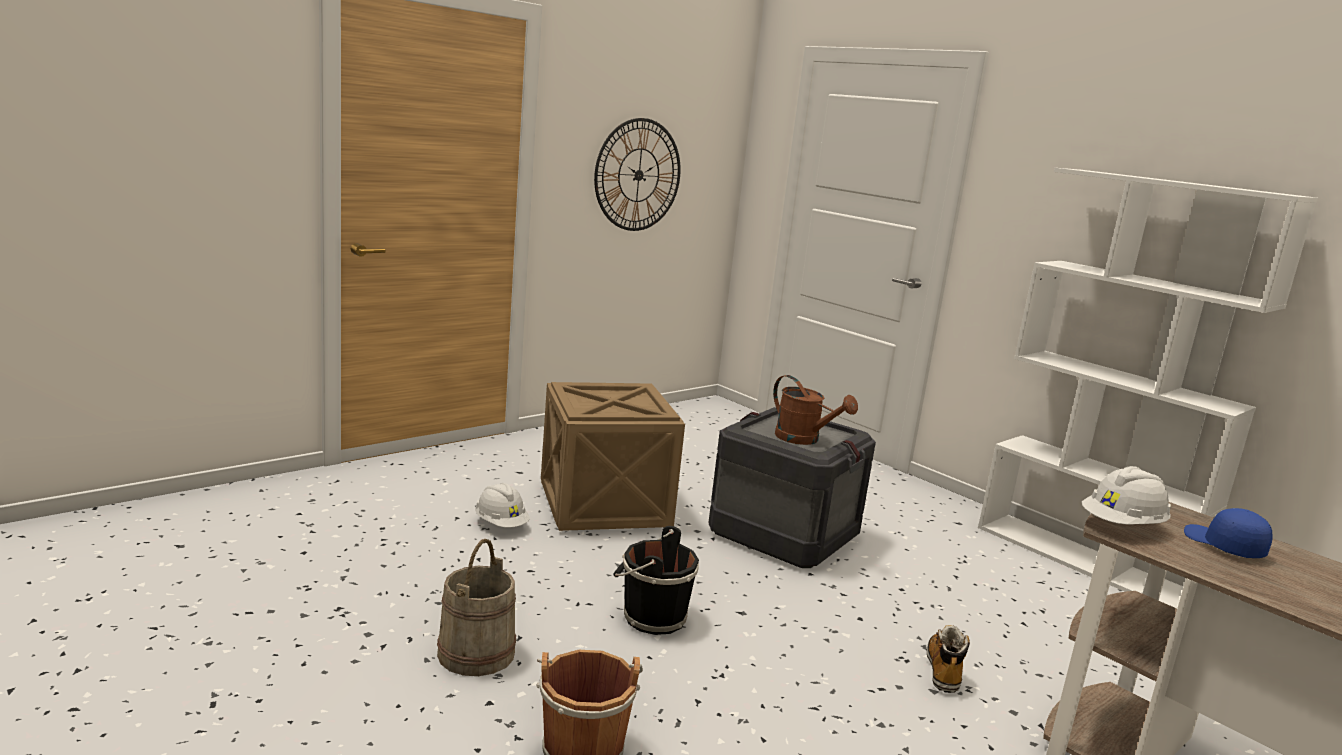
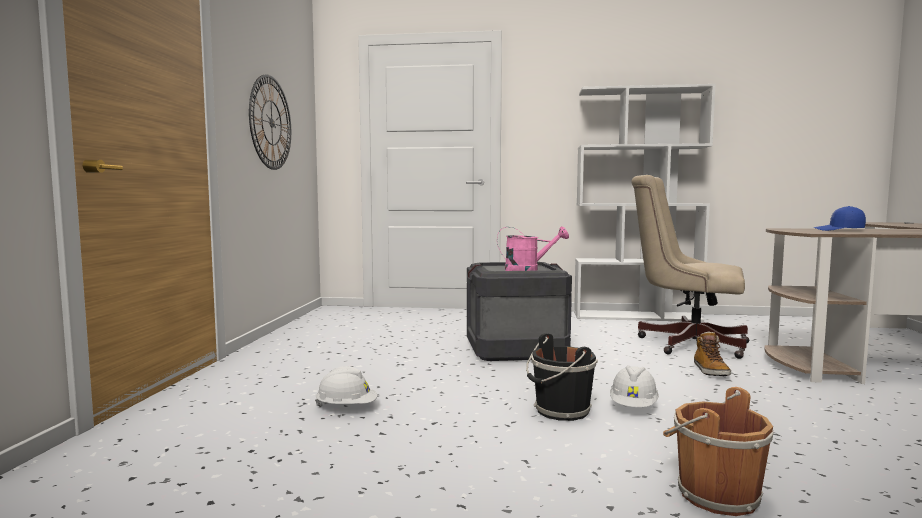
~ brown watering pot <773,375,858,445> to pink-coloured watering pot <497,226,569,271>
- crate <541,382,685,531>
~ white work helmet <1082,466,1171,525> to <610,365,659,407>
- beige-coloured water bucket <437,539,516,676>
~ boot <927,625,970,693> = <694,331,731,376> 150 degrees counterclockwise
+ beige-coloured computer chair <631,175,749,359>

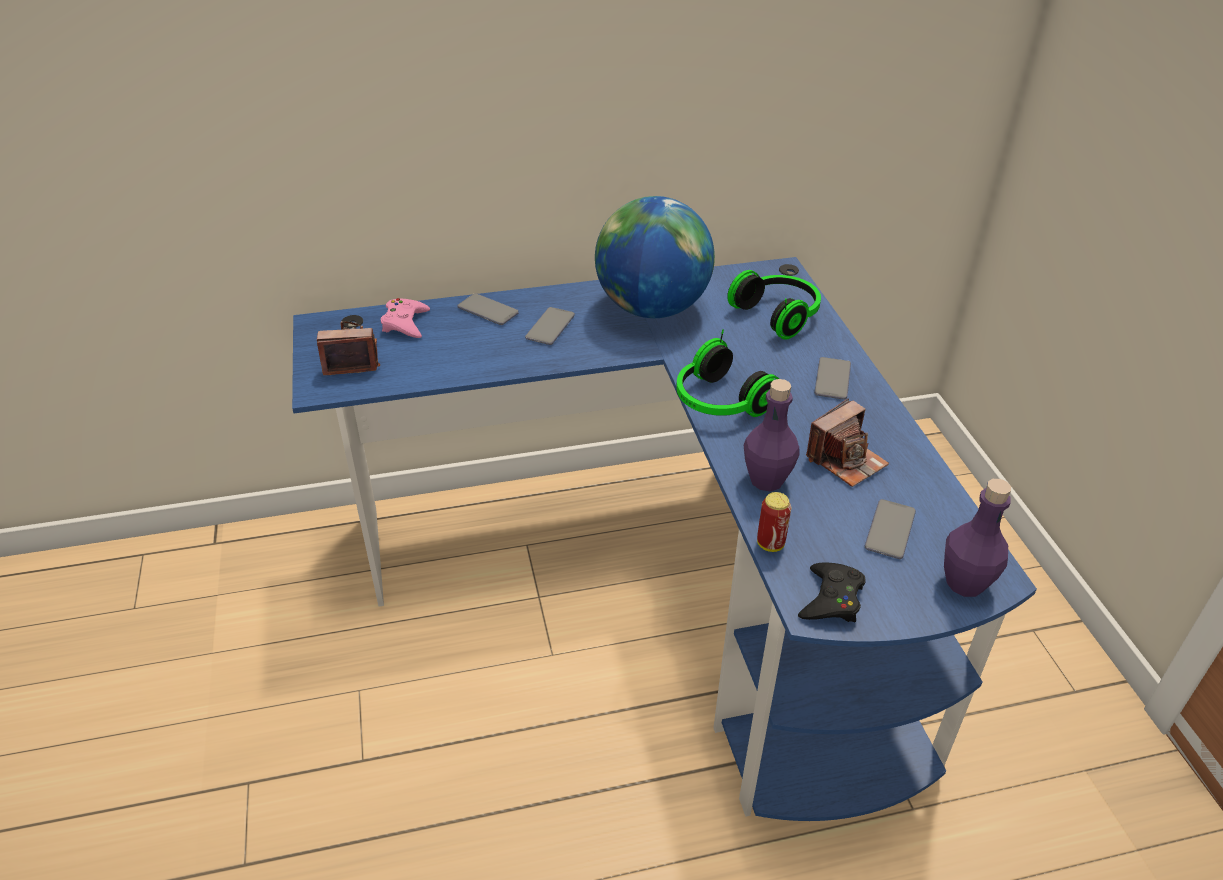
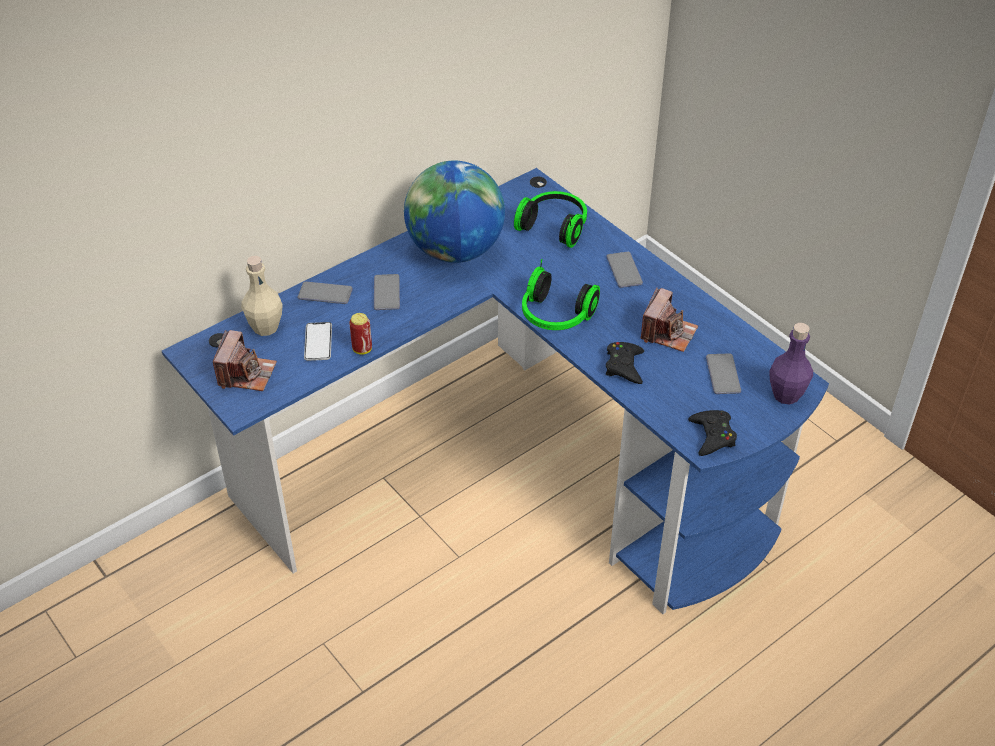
~ pink-coloured game controller <381,298,430,338> to beige-coloured drink bottle <241,256,283,336>
~ photo camera <317,321,380,375> = <213,330,277,391> 135 degrees clockwise
~ purple-coloured drink bottle <744,379,800,491> to black-coloured game controller <606,342,644,384>
~ metal can <757,492,791,552> to <349,313,372,355>
+ telephone <304,322,332,361>

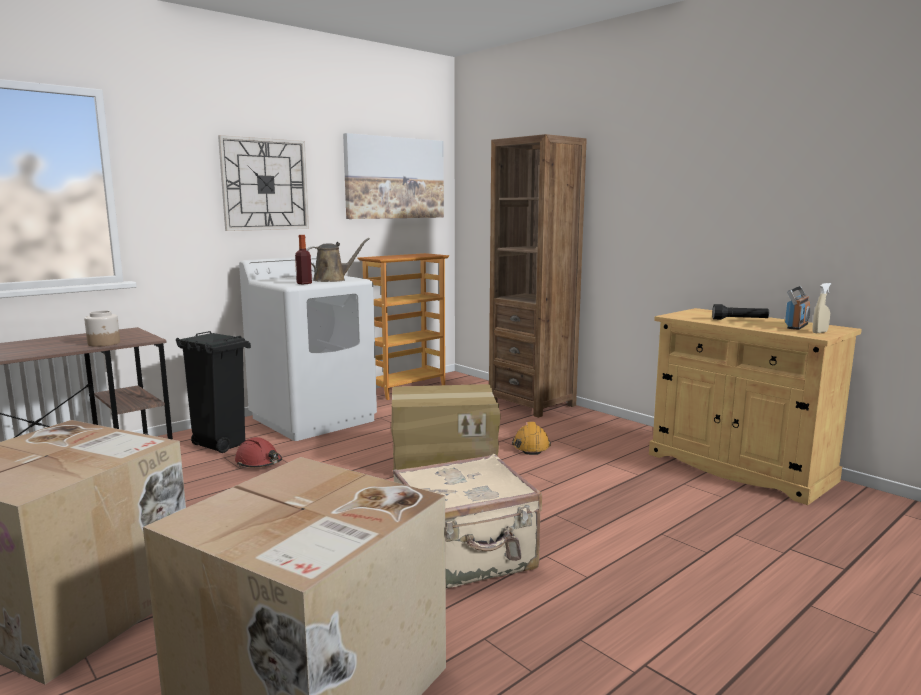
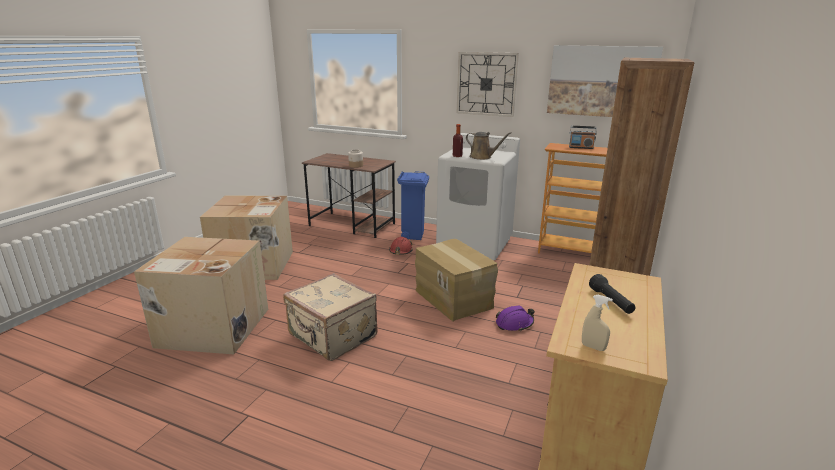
~ radio receiver <785,286,810,330> to <569,126,597,149>
~ black-coloured waste bin <176,331,251,453> to blue waste bin <397,171,429,240>
~ orangey work helmet <512,422,551,455> to purple-coloured work helmet <496,305,535,332>

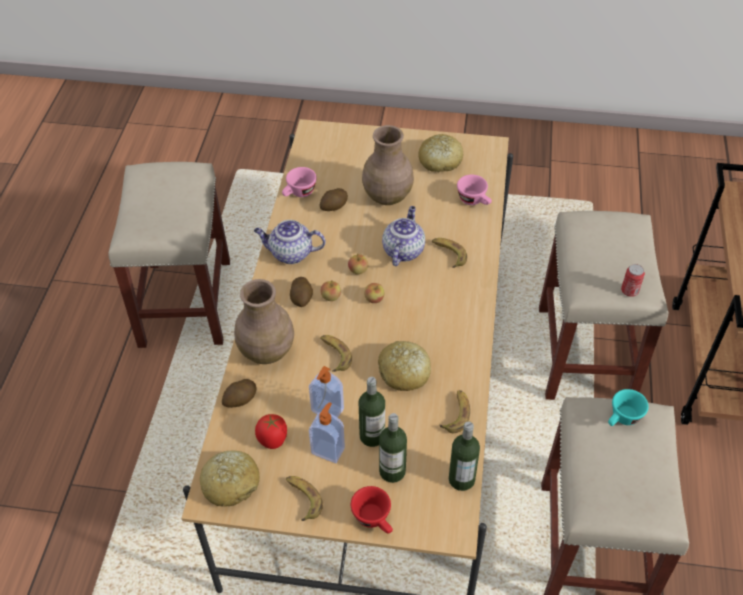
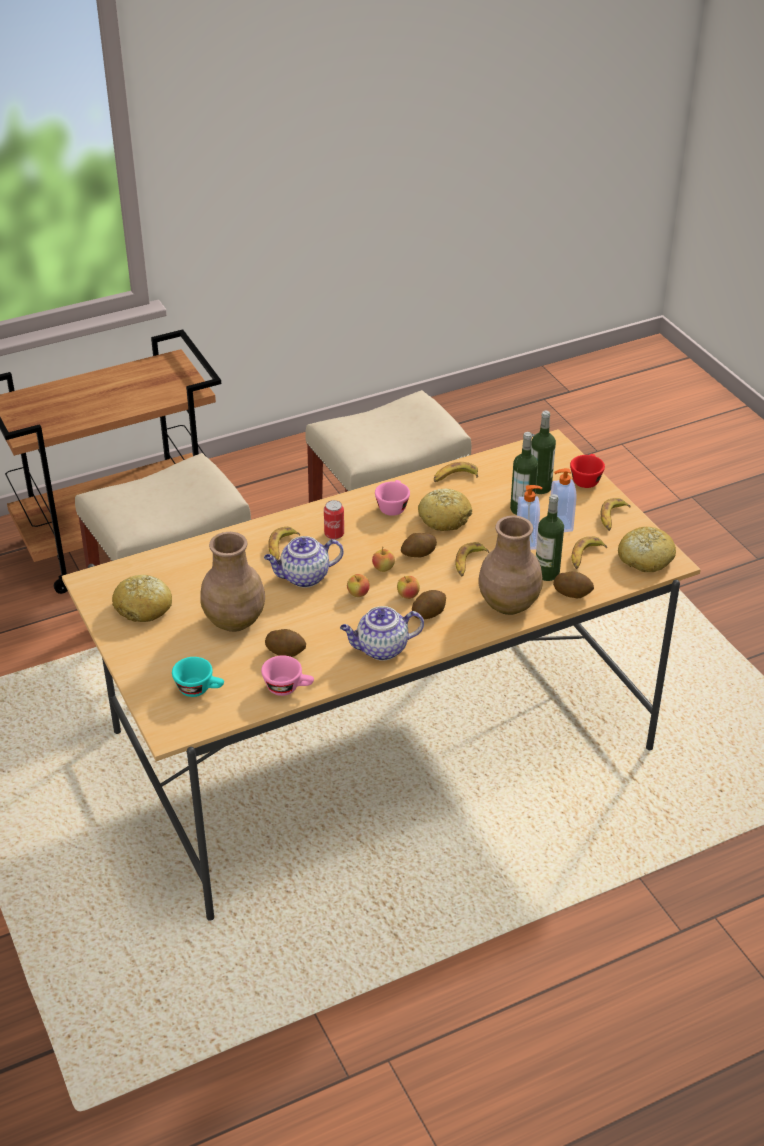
- beige-coloured sitting stool <108,162,230,348>
~ pink-coloured small cup <457,175,492,205> to <375,480,410,516>
~ tea pot <254,220,325,264> = <340,606,424,661> 105 degrees clockwise
~ metal can <621,264,645,297> to <324,500,344,539>
~ turquoise-coloured small cup <608,389,649,426> to <172,657,224,697>
~ tomato <255,414,287,449> to whole banana <572,537,607,569>
~ drink bottle <449,421,480,491> to <536,494,564,581>
+ whole potato <401,533,437,558>

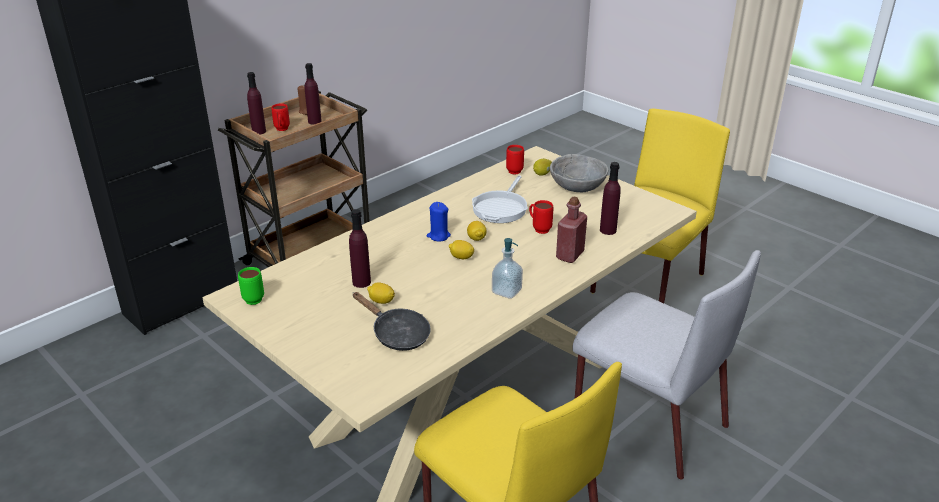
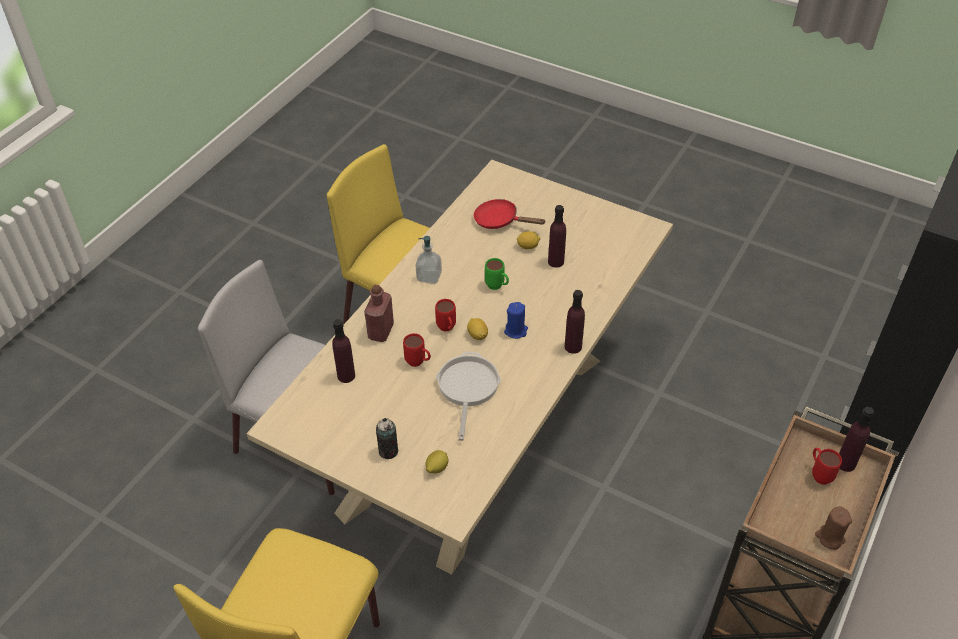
~ purple-coloured drink bottle <305,63,322,125> to <565,290,585,354>
~ reddish tea mug <506,145,524,175> to <435,299,456,332>
~ grey serving bowl <550,154,608,192> to metal can <376,418,398,459>
- lemon <449,240,474,259>
~ greenish tea mug <238,267,264,305> to <485,258,509,290>
~ black-coloured frying pan <352,292,431,351> to reddish frying pan <474,199,545,229>

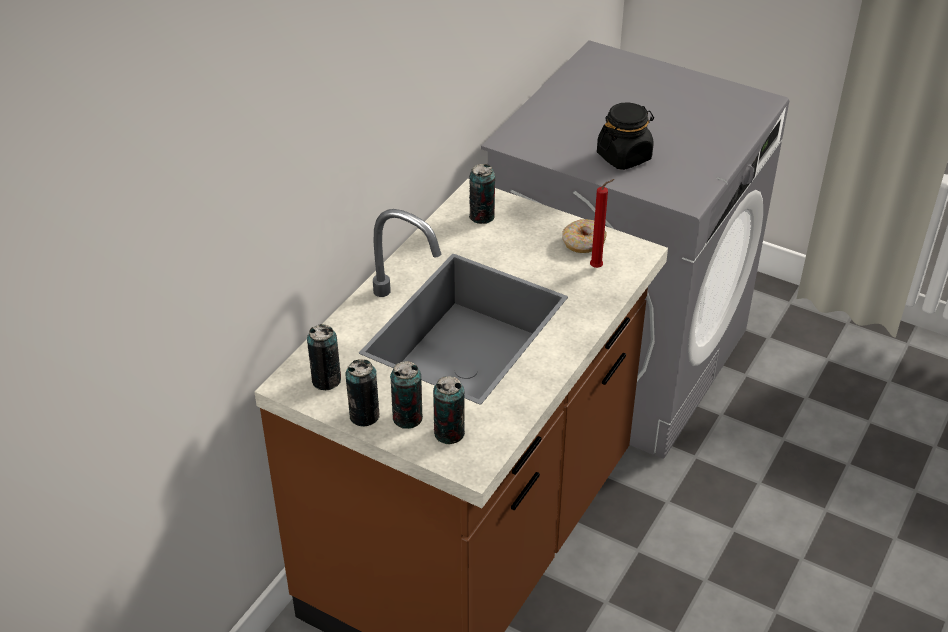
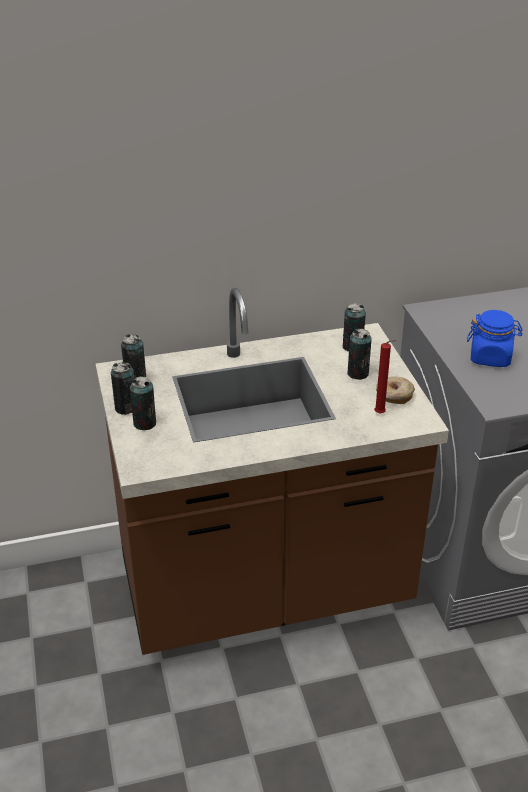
~ black-coloured preserve jar <597,102,654,170> to blue preserve jar <467,310,522,367>
~ metal can <433,376,465,444> to <347,329,372,380>

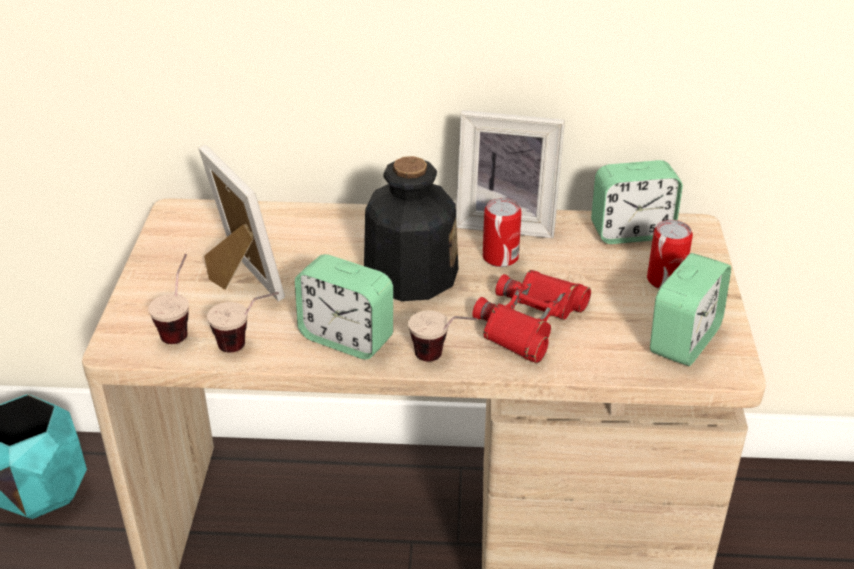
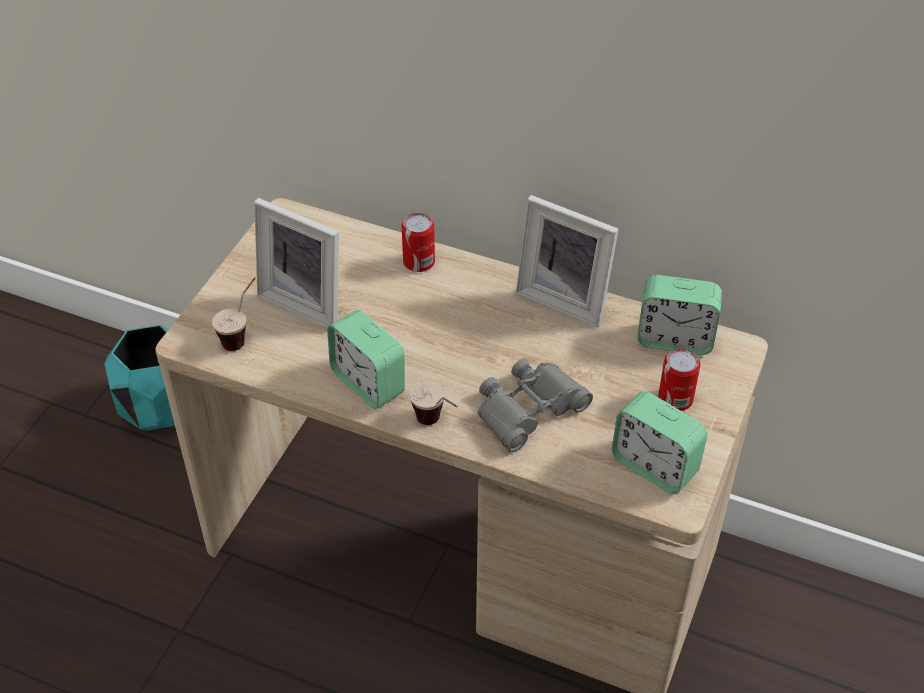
~ picture frame <198,145,285,301> = <254,198,339,328> 135 degrees clockwise
- drink bottle <364,156,459,301>
~ metal can <483,198,522,267> to <402,213,435,272>
~ bedside clock <650,253,731,366> = <612,391,708,494> 75 degrees clockwise
~ reddish field glasses <473,270,591,363> to grey field glasses <478,359,593,452>
- small cup <207,292,279,353>

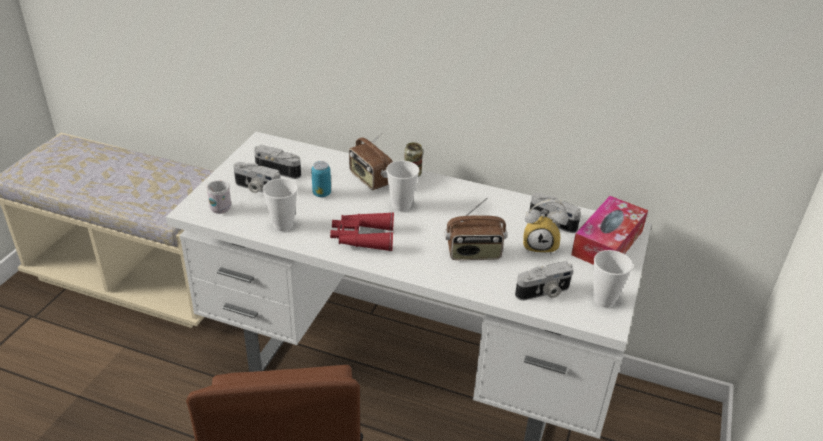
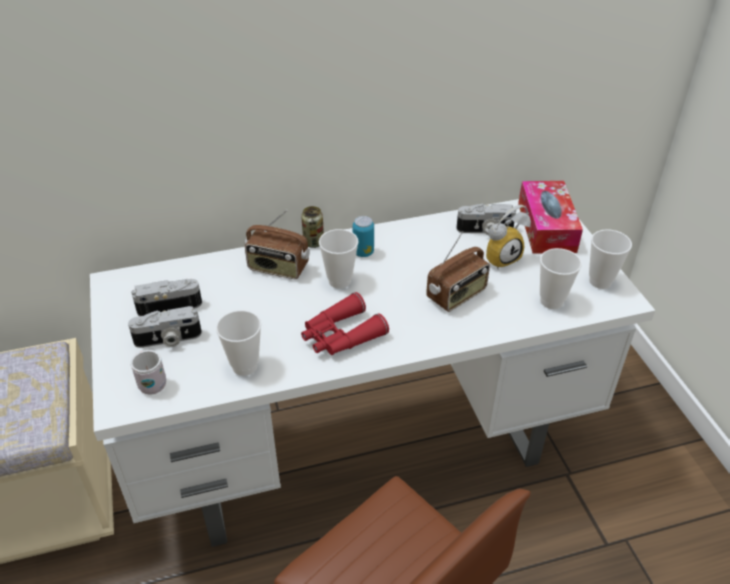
~ metal can <311,161,331,197> to <353,216,374,257>
~ photo camera <515,261,573,301> to small cup <540,248,582,309>

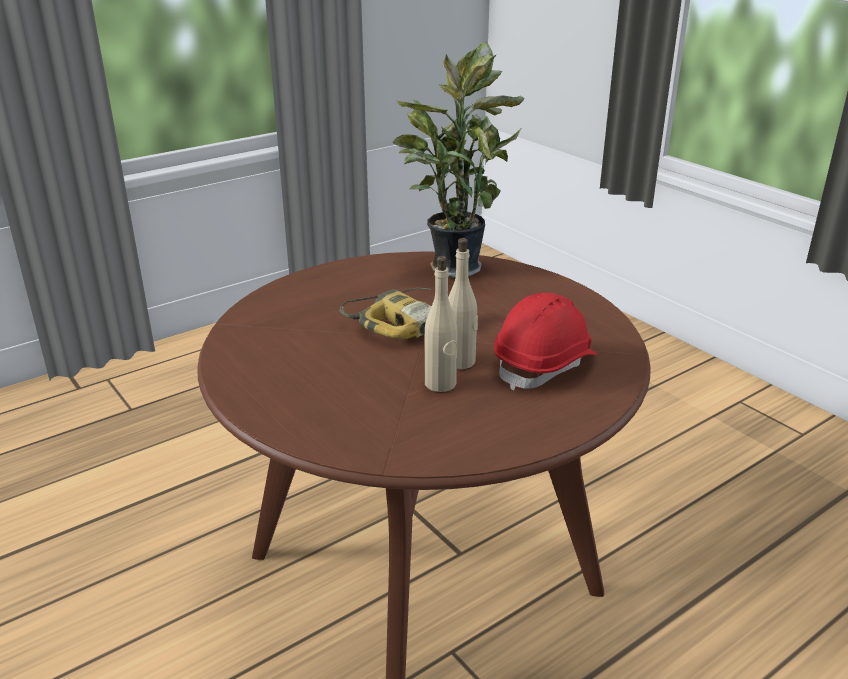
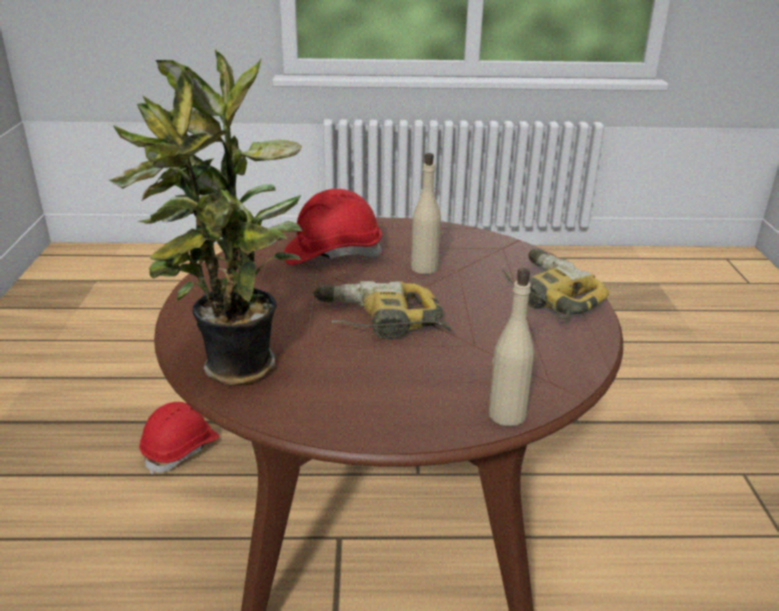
~ beige-coloured drink bottle <448,238,478,369> to <488,268,534,426>
+ power drill <501,248,609,319>
+ reddish work helmet <139,402,219,474>

